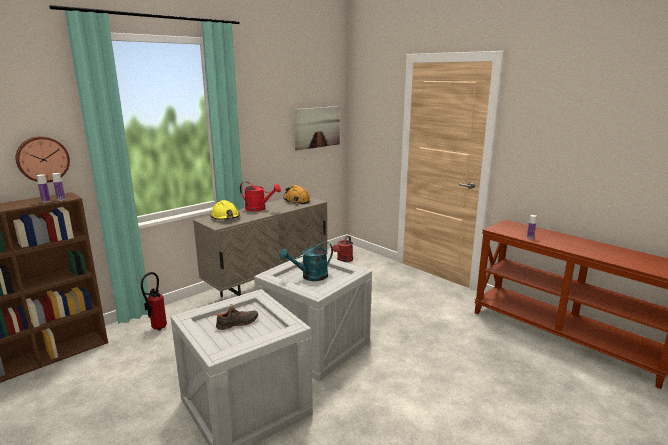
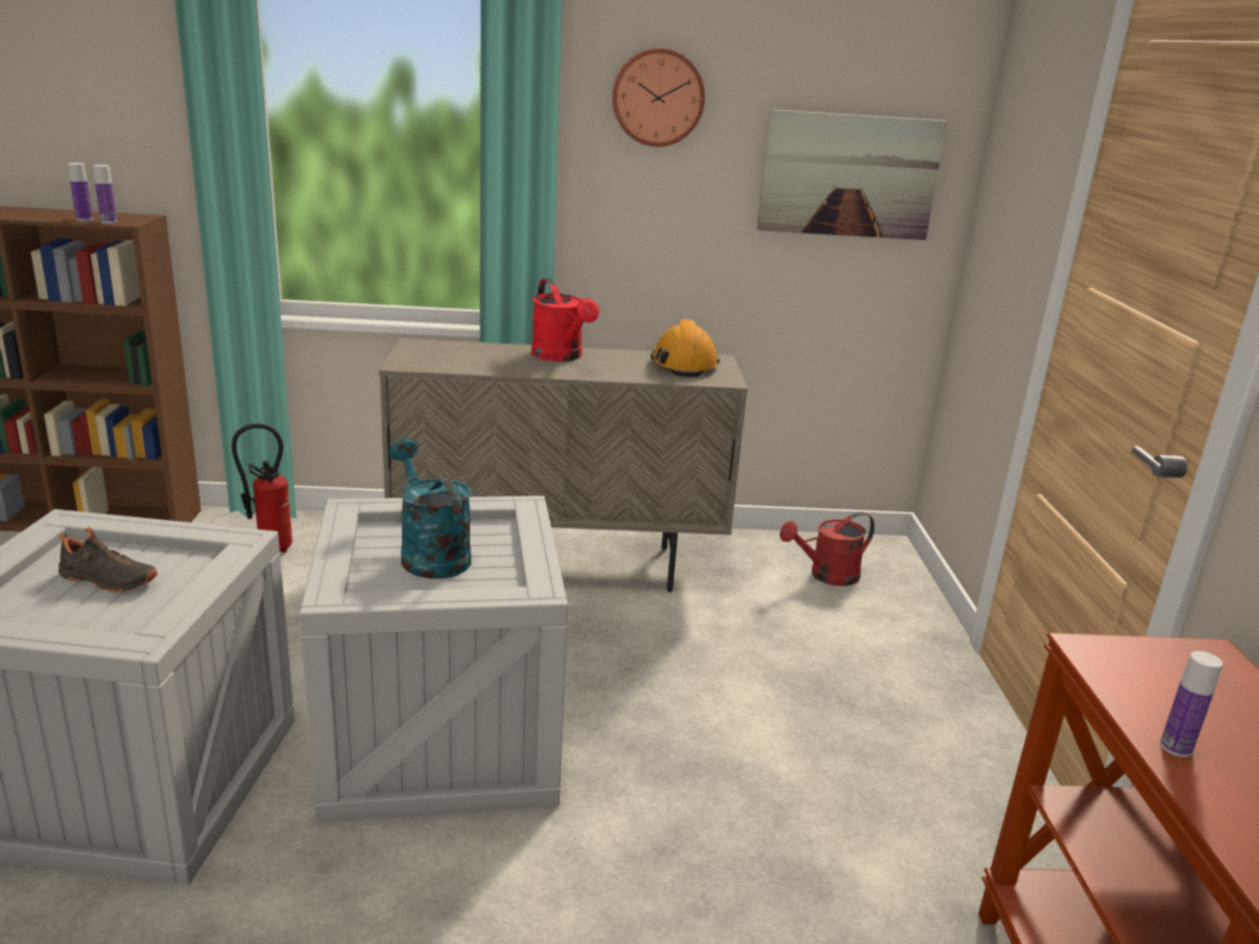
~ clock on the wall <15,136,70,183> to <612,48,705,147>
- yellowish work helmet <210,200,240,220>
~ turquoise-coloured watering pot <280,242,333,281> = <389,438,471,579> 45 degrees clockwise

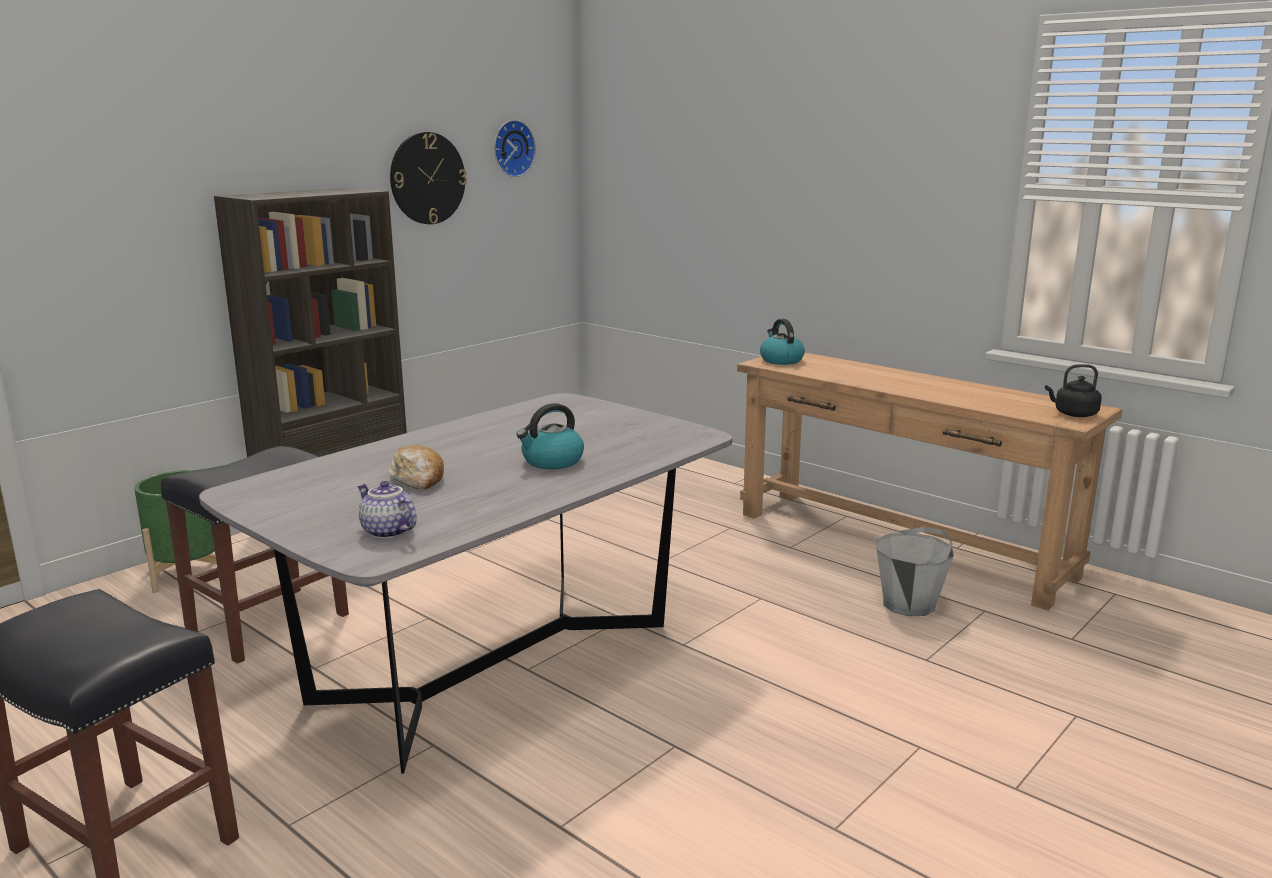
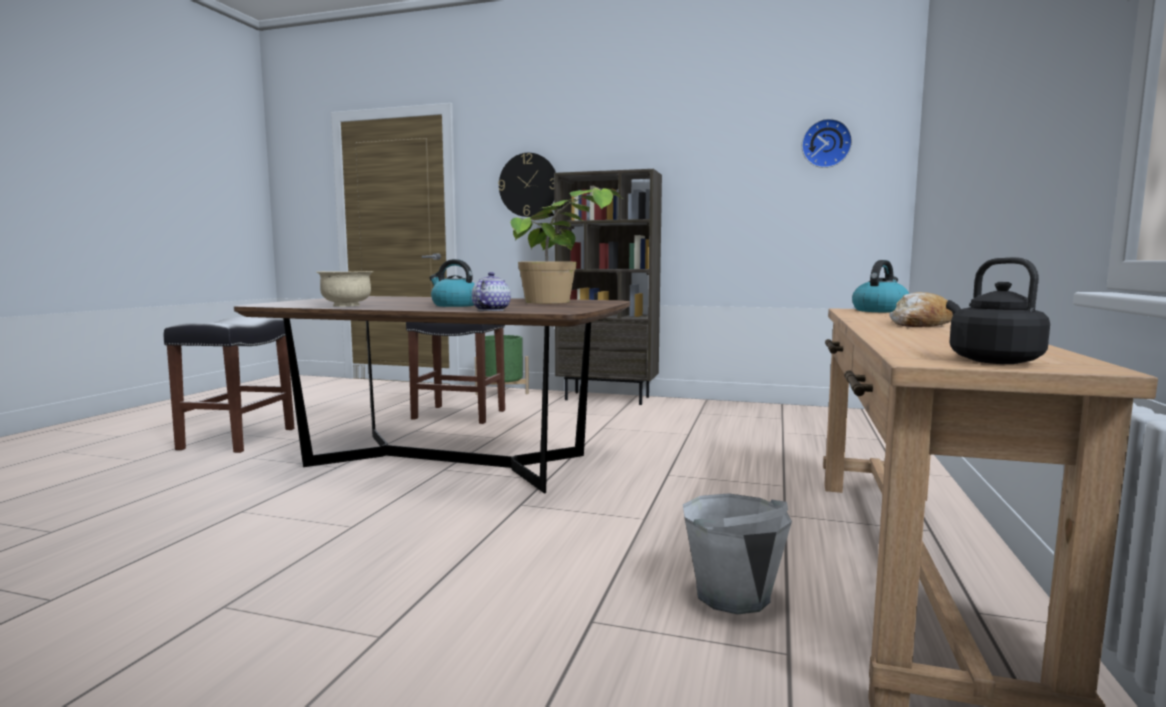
~ clock on the wall <390,132,467,224> to <498,153,556,217>
~ grey dining table <199,393,732,774> to brown dining table <234,296,630,494>
~ bakery bread <389,445,444,490> to <890,292,953,327>
~ tea pot <357,481,417,539> to <472,272,511,311>
+ potted plant <510,188,623,304>
+ beige-coloured serving bowl <316,271,373,307>

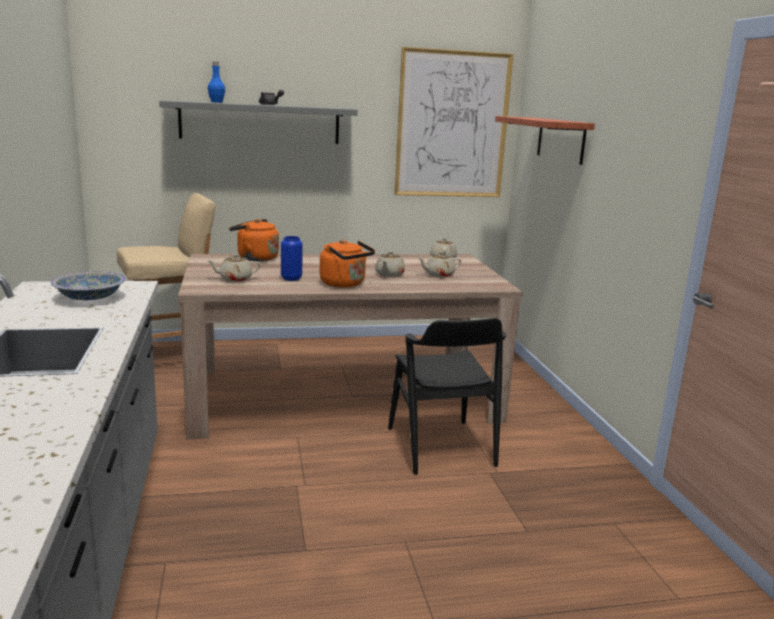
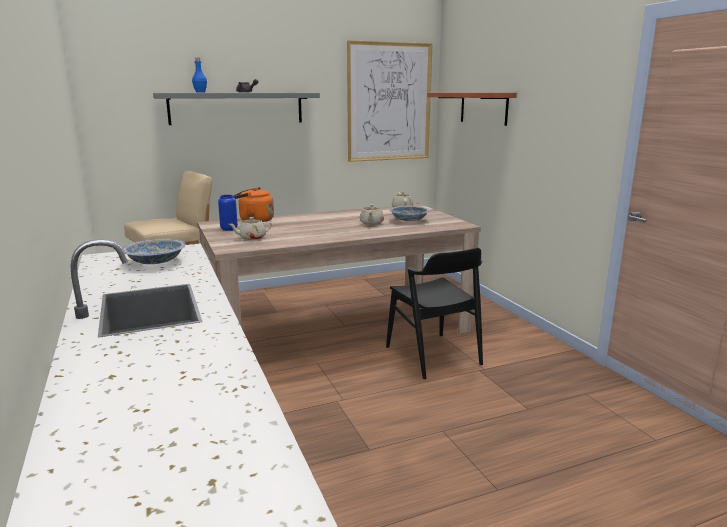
~ blue vase <281,236,303,281> to <218,195,238,231>
- orangey kettle <319,240,375,288>
~ beige-coloured tea pot <418,252,461,277> to serving bowl <389,206,430,221>

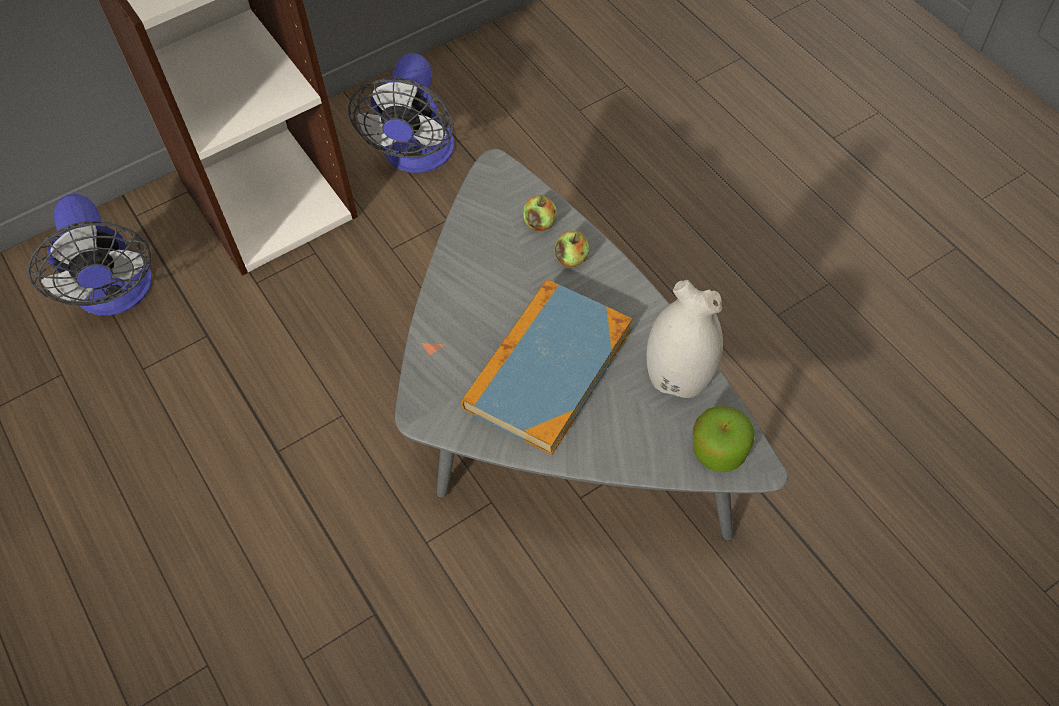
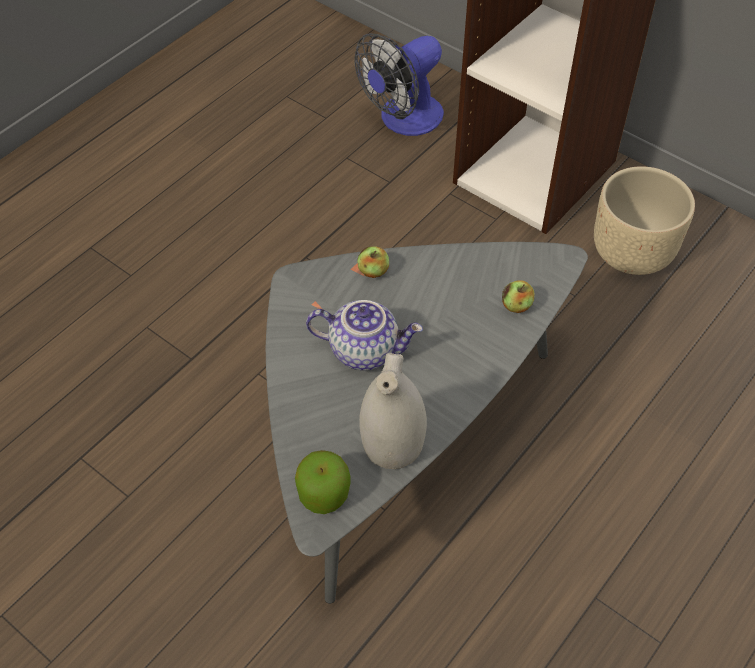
~ fan <348,53,454,173> to beige-coloured planter <594,166,695,275>
~ whole apple <554,231,589,267> to <357,246,389,278>
~ book <461,279,632,455> to tea pot <306,300,423,370>

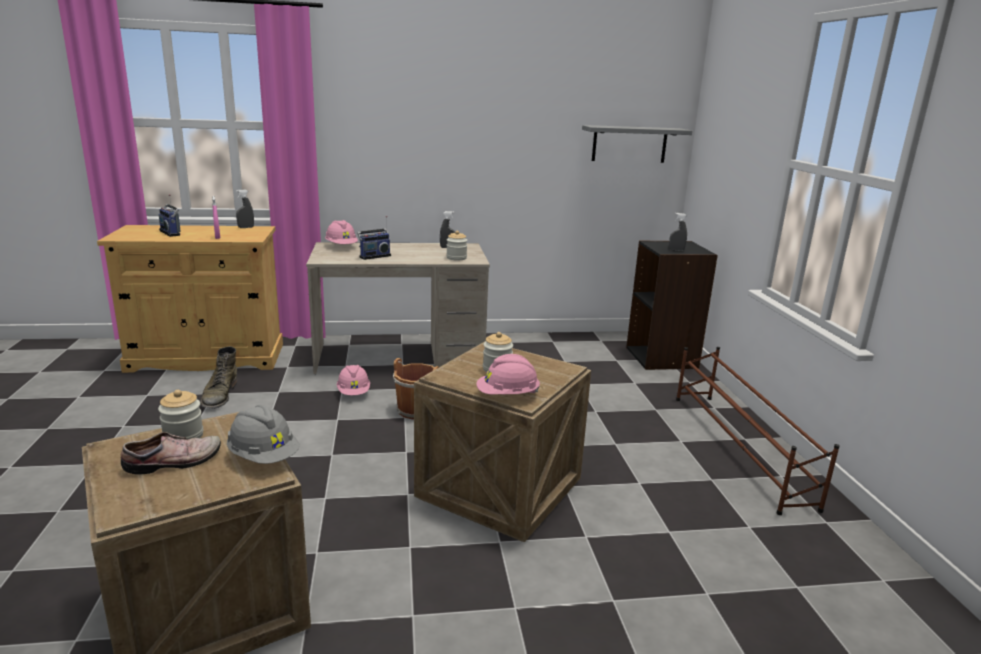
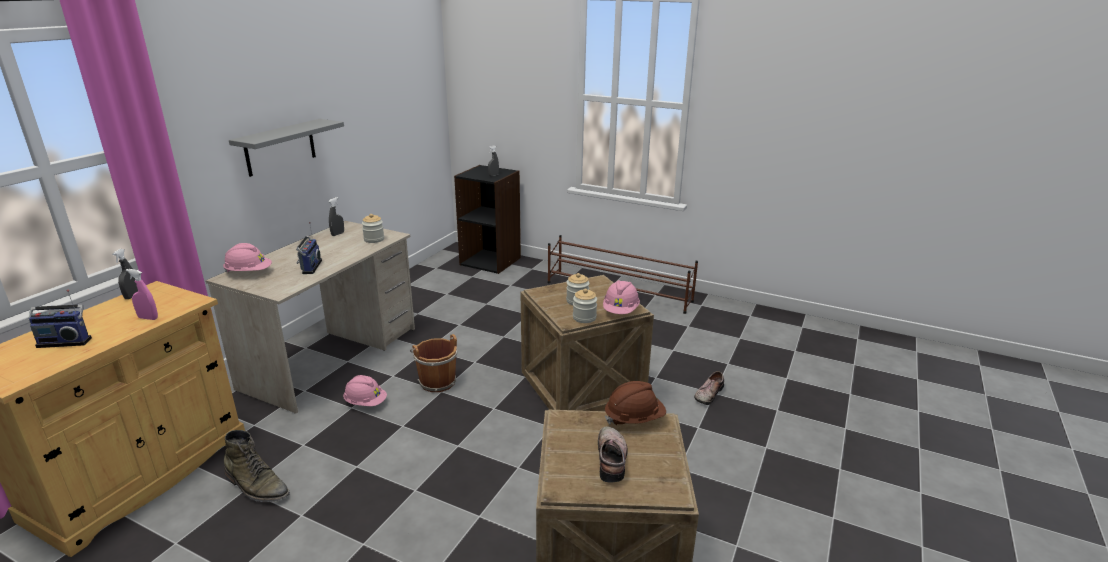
~ grey wall shelf <582,125,692,163> to <229,119,344,177>
~ preserve jar <158,390,204,440> to <573,289,597,323>
~ grey work helmet <227,405,300,464> to brown work helmet <605,381,666,425>
+ shoe <694,371,724,405>

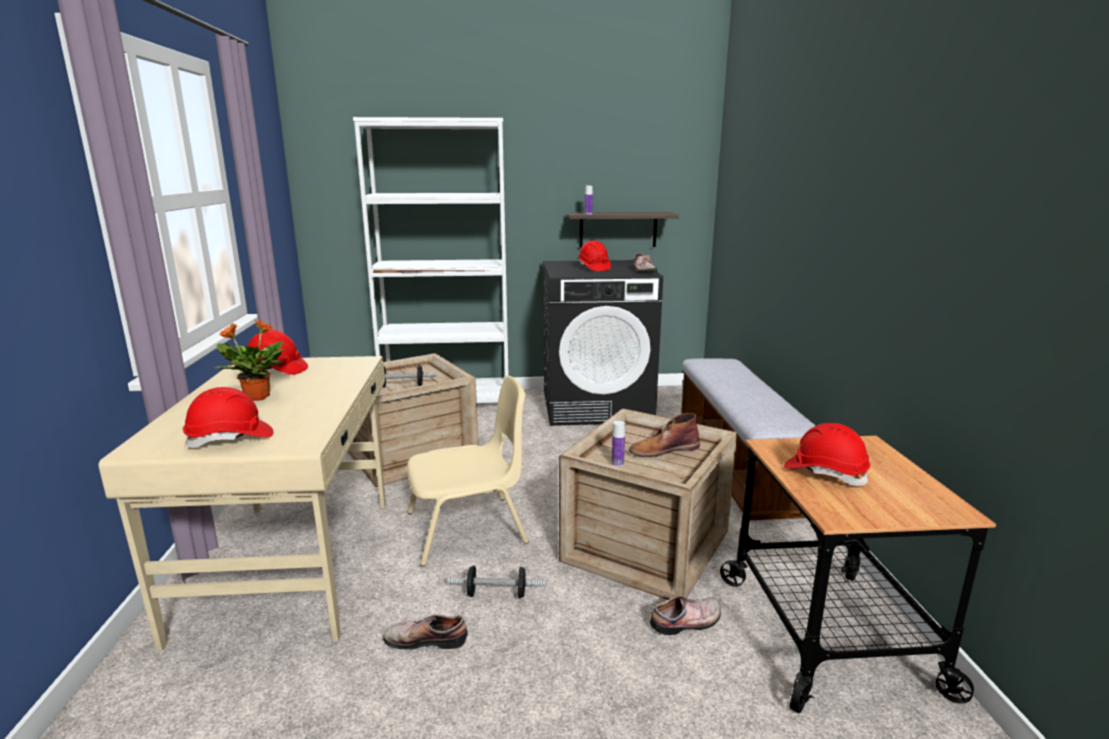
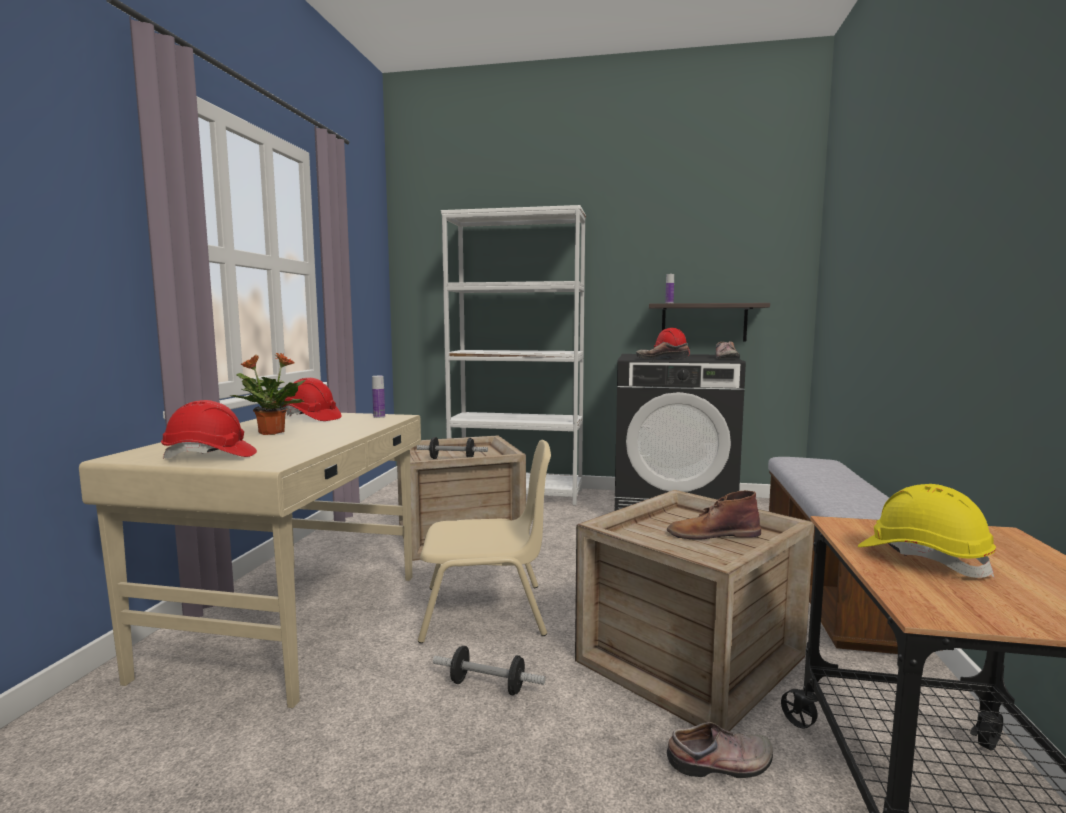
~ drink bottle <612,421,625,467> to <372,376,385,418>
~ reddish work helmet <784,423,870,486> to yellowish work helmet <858,484,996,578>
~ shoe <383,615,468,649> to <636,342,689,359>

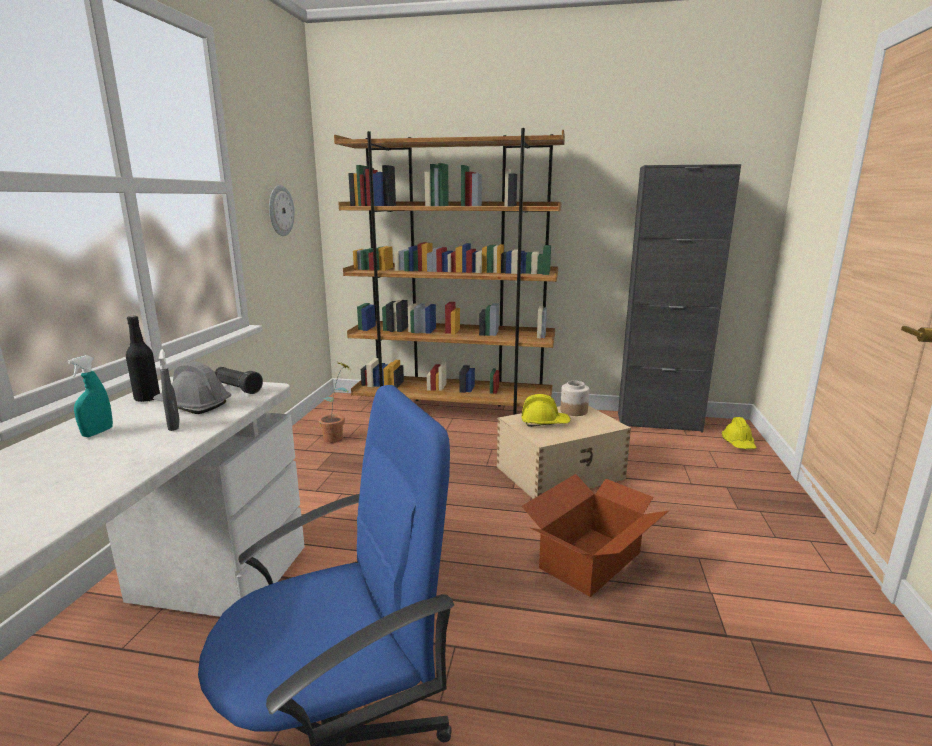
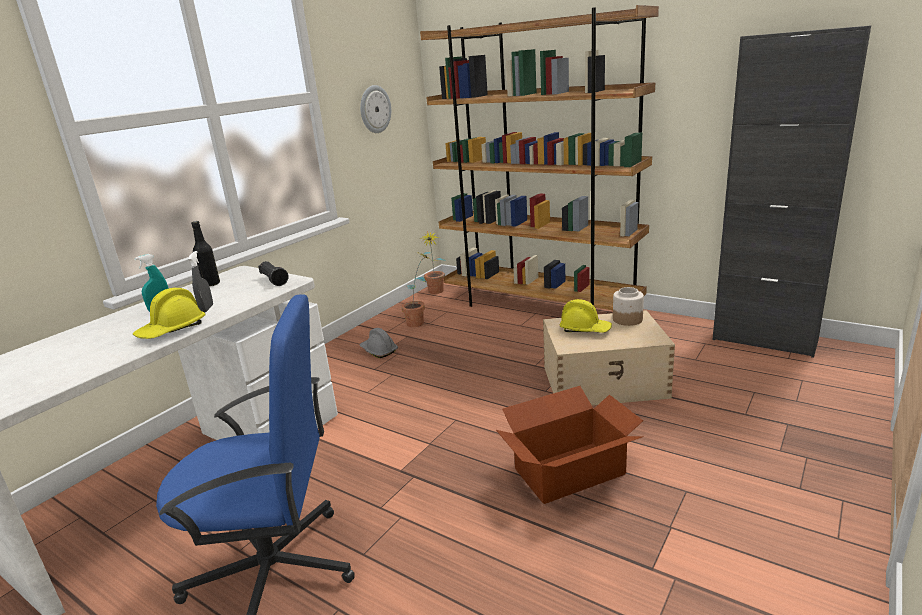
~ grey work helmet <153,361,231,414> to <359,328,398,358>
~ yellowish work helmet <722,417,757,449> to <133,288,205,339>
+ potted plant <419,231,446,294>

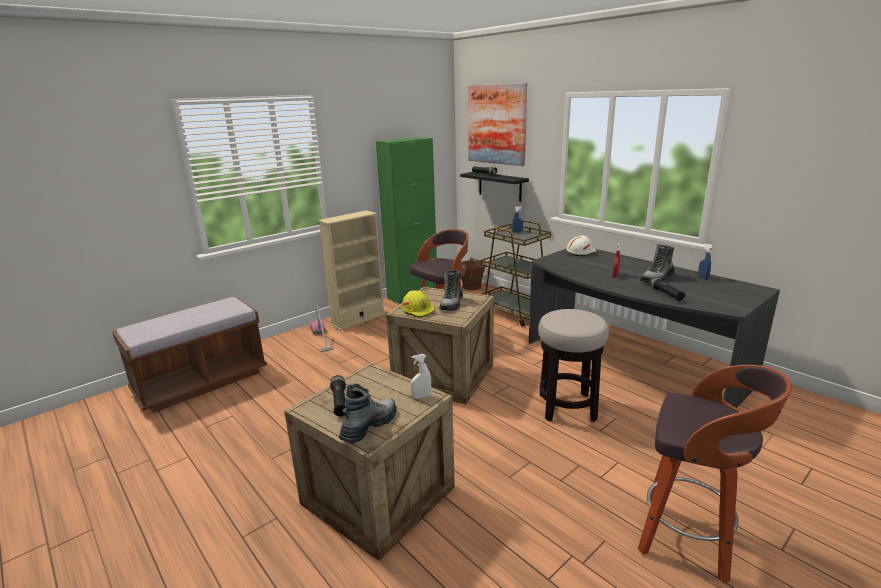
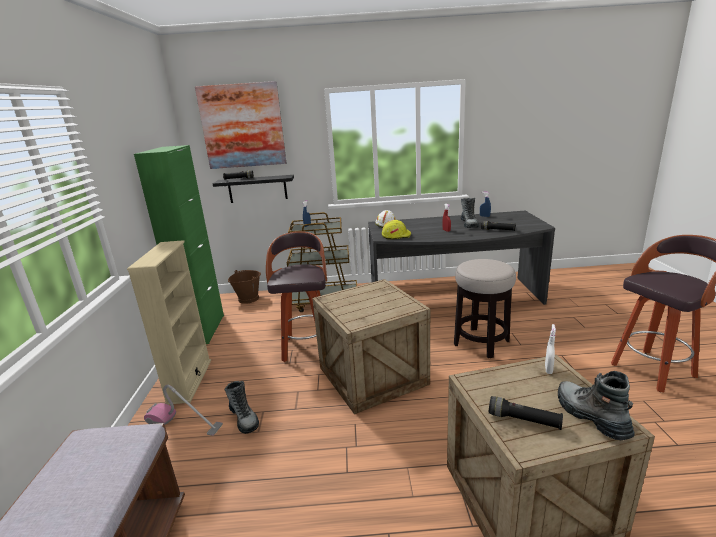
~ boot <439,270,463,311> to <225,381,259,434>
~ yellowish work helmet <402,290,435,318> to <382,220,411,239>

